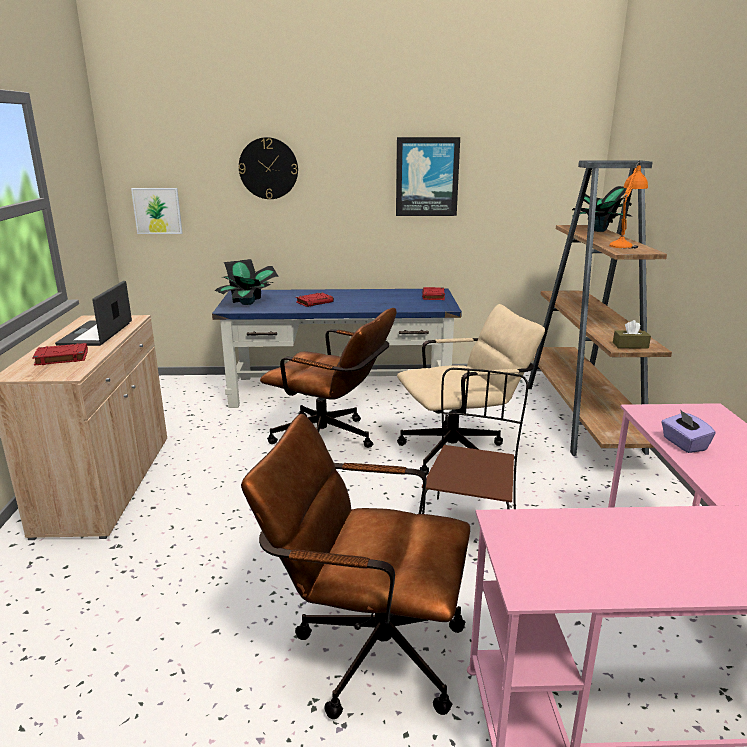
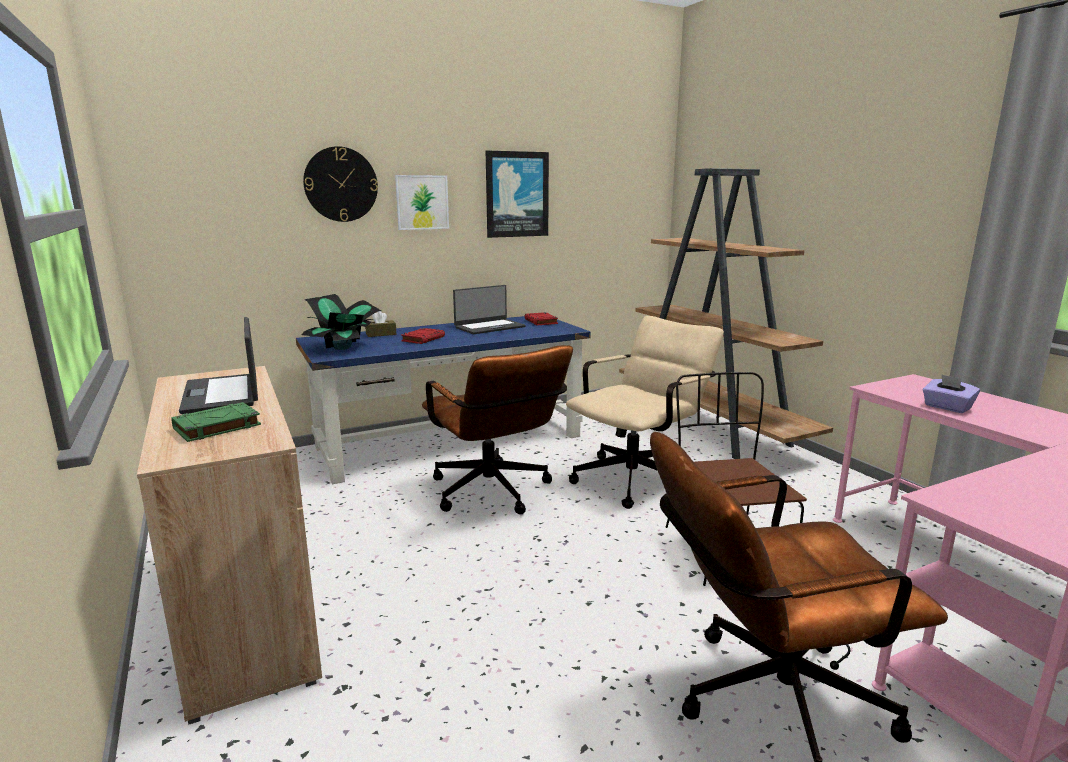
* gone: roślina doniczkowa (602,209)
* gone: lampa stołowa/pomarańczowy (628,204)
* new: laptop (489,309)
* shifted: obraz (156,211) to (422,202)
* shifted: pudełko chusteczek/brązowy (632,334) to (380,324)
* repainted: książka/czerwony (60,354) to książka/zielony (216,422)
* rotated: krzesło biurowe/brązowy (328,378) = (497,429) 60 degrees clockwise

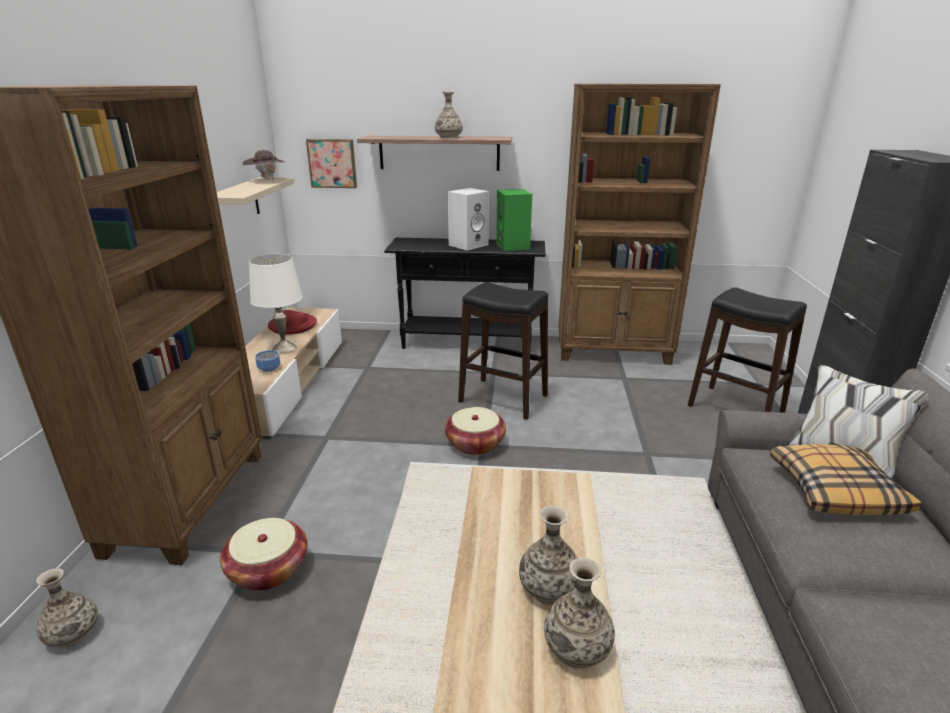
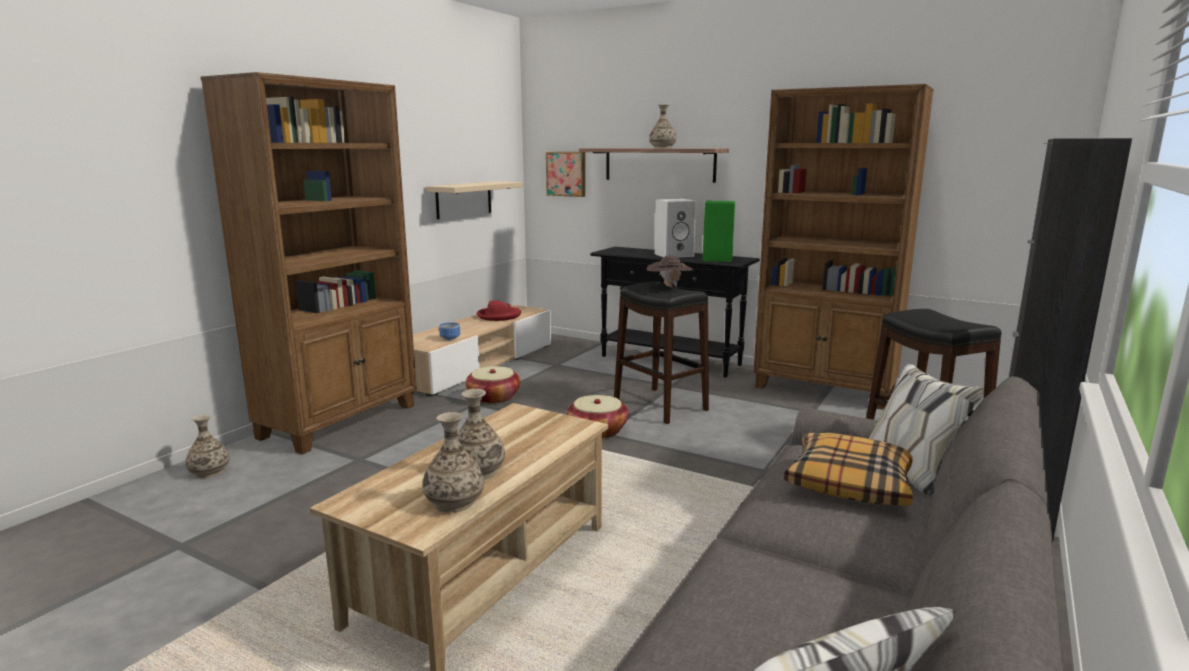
* gone: lampa stołowa/biały (276,303)
* shifted: koszyk (264,554) to (493,385)
* shifted: kapelusz/brązowy (263,165) to (670,271)

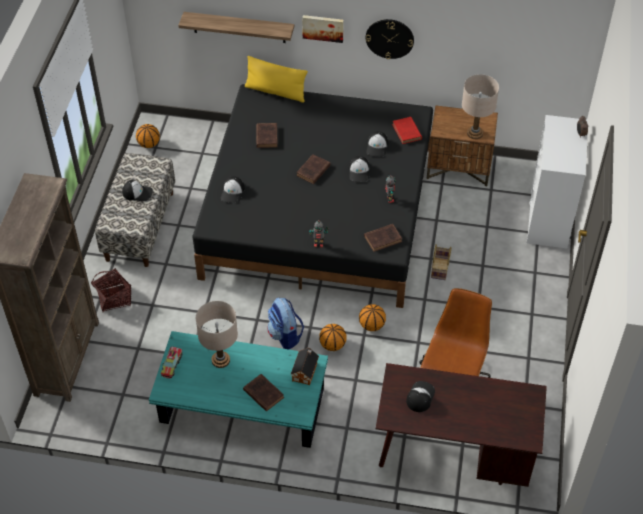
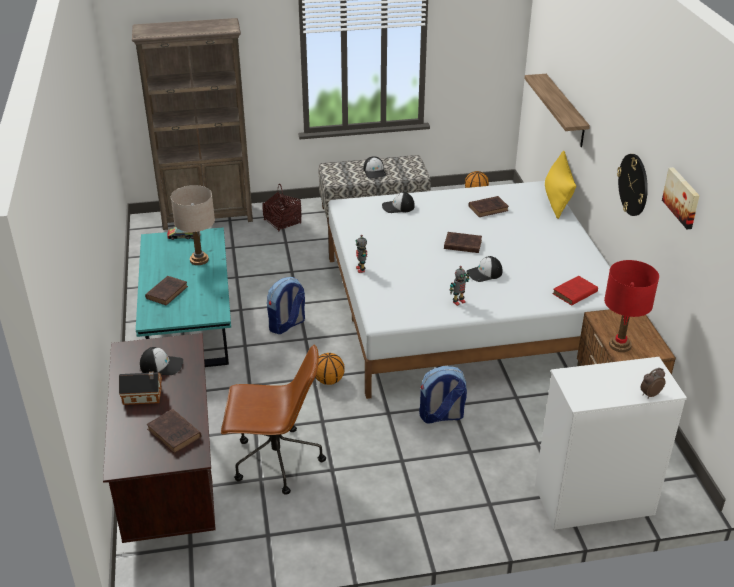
* gone: piłka do koszykówki (332,337)
* gone: czapka z daszkiem (377,144)
* shifted: domek (304,366) to (140,388)
* shifted: obraz (323,29) to (681,198)
* shifted: książka/brązowy (383,238) to (174,431)
* swapped: koszyk (441,262) to plecak (443,395)
* repainted: łóżko/czarny (313,196) to łóżko/biały (469,290)
* repainted: lampa stołowa/beżowy (480,106) to lampa stołowa/czerwony (631,306)

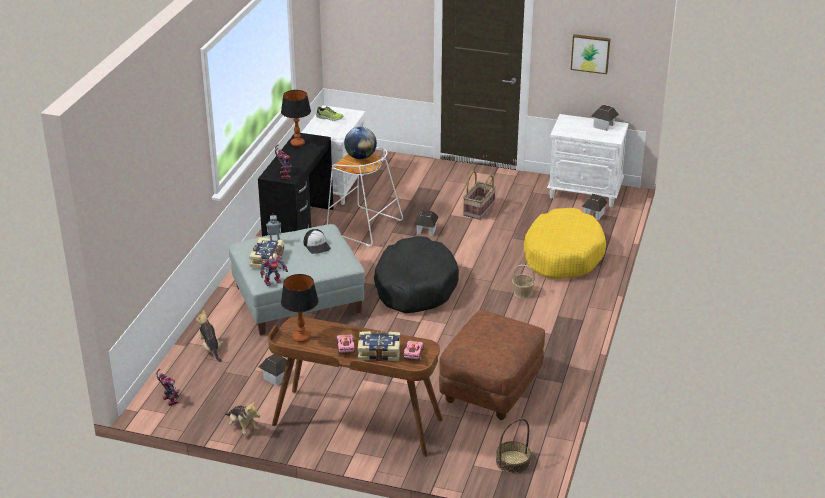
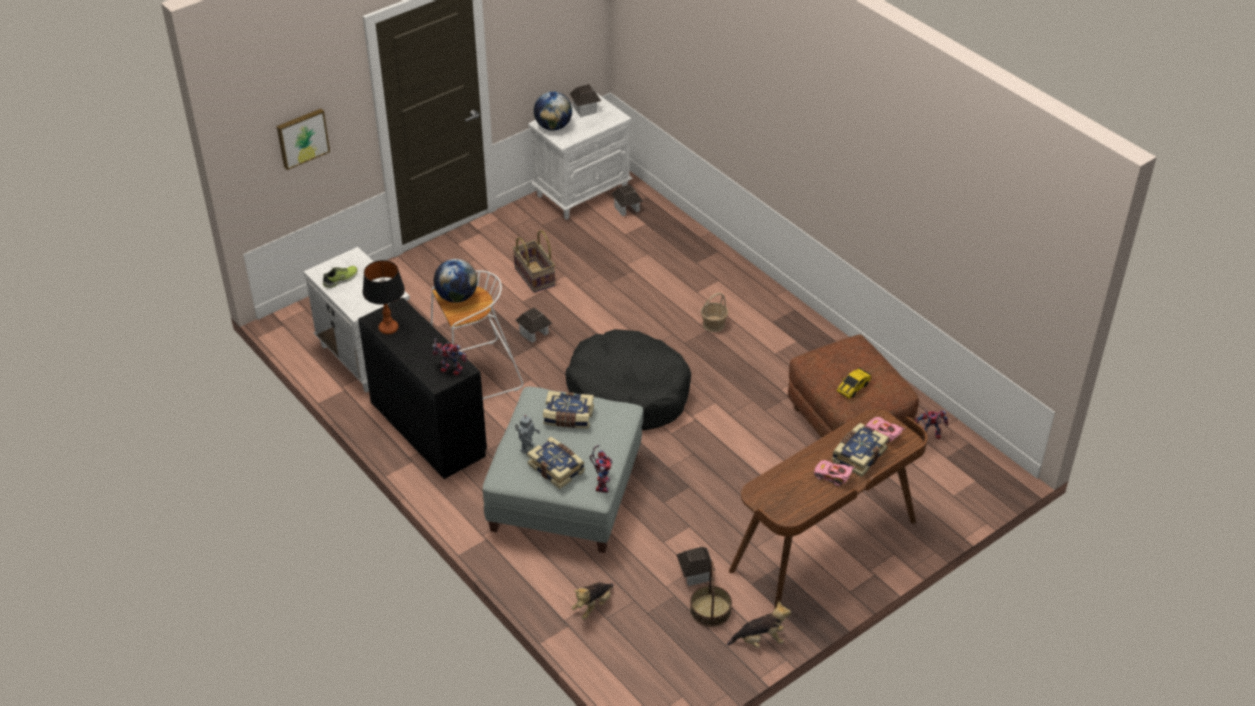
* gone: lampa stołowa (299,308)
* gone: legowisko/żółty (565,243)
* new: globus (553,111)
* new: samochodzik (854,383)
* shifted: robot zabawkowy (167,387) to (931,424)
* shifted: koszyk (513,446) to (711,594)
* shifted: obraz (590,54) to (303,139)
* swapped: czapka z daszkiem (317,241) to książka (568,410)
* rotated: pluszak (209,336) = (593,601) 60 degrees counterclockwise

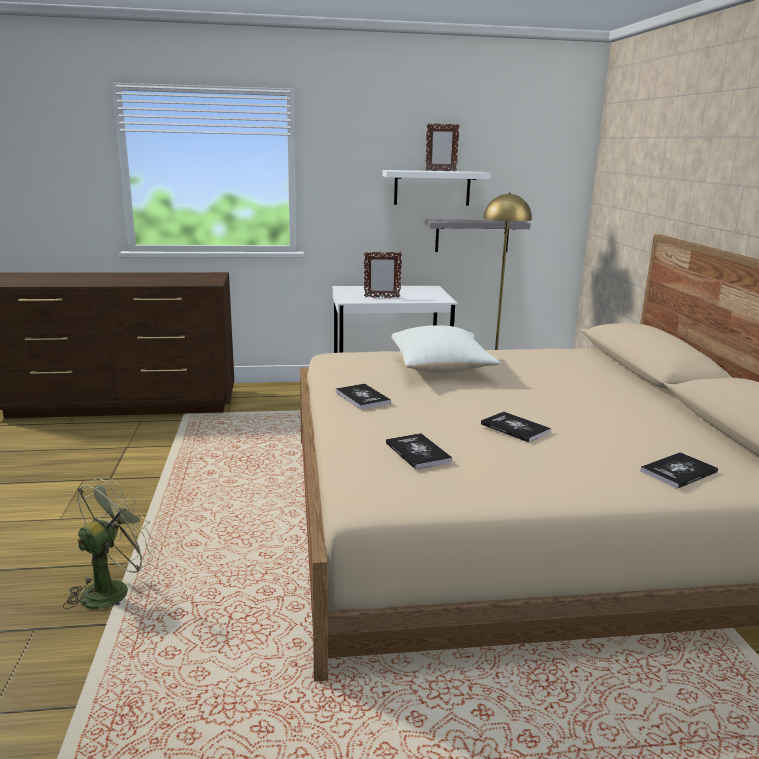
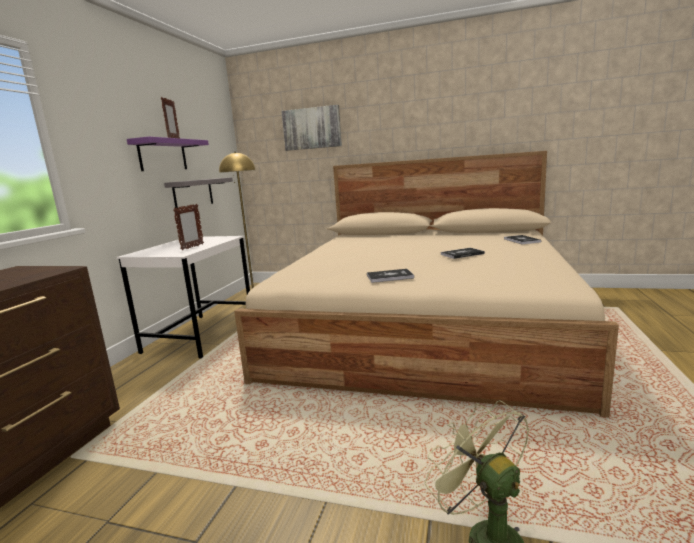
* gone: książka (419,451)
* gone: poduszka/biały (445,349)
* new: obraz (311,128)
* repainted: półka/biały (437,188) to półka/fioletowy (168,153)

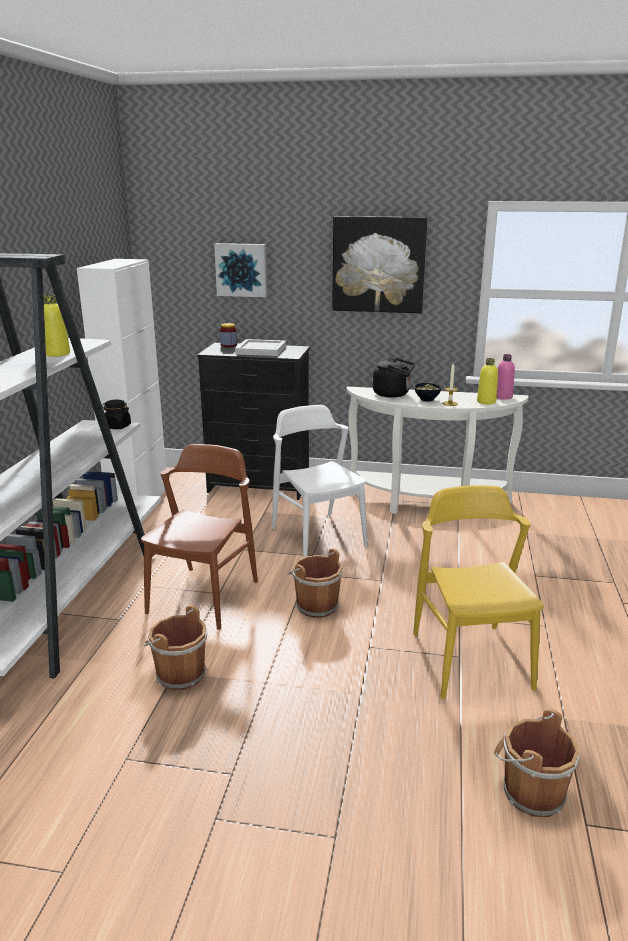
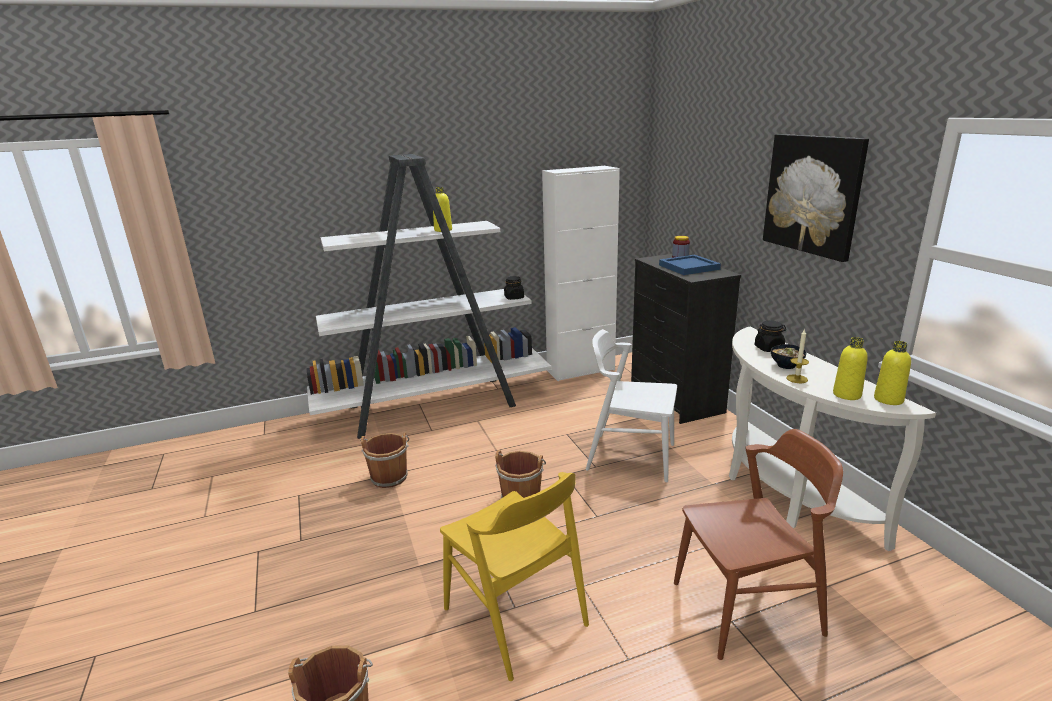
* gone: obraz (240,270)
* shifted: krzesło/brązowy (199,537) to (758,544)
* swapped: czajnik/czarny (394,377) to słoik/czarny (770,336)
* repainted: taca/biały (260,347) to taca/niebieski (690,265)
* repainted: butelka/różowy (506,377) to butelka/żółty (892,373)
* rotated: krzesło/biały (320,481) = (631,405) 105 degrees counterclockwise
* rotated: krzesło/żółty (478,592) = (514,576) 90 degrees clockwise

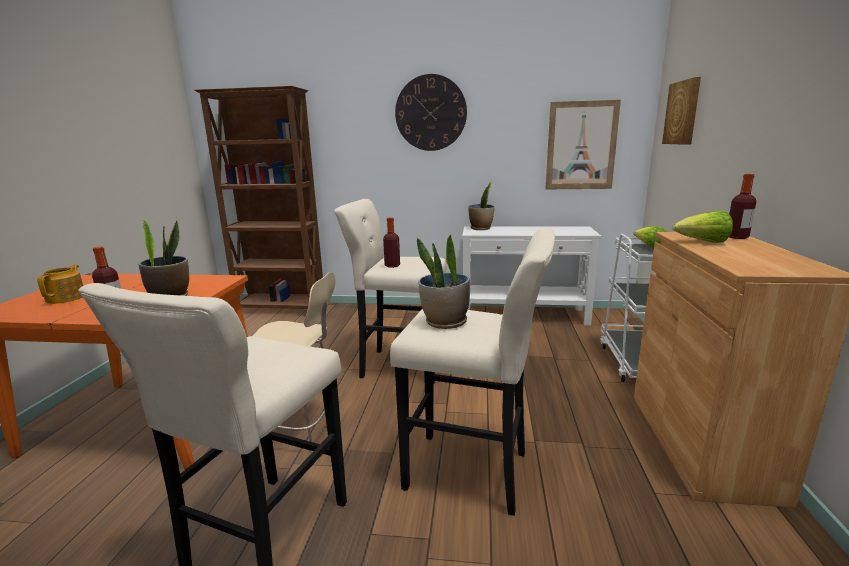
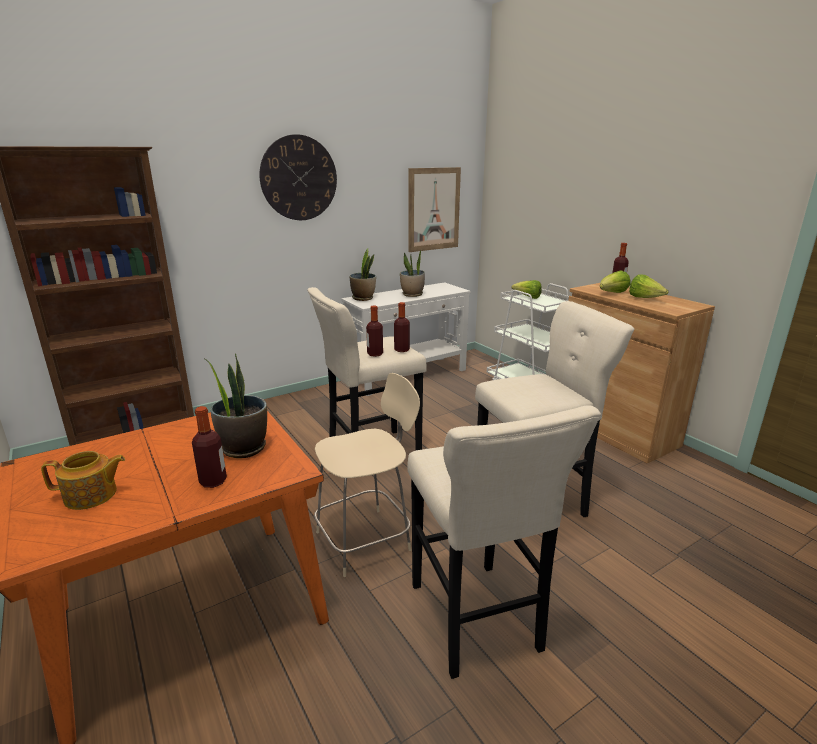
* gone: obraz (681,111)
* new: butelka (402,327)
* new: sałata (649,286)
* shifted: roślina doniczkowa (443,281) to (412,273)
* rotated: imbryk (60,284) = (83,480) 120 degrees clockwise

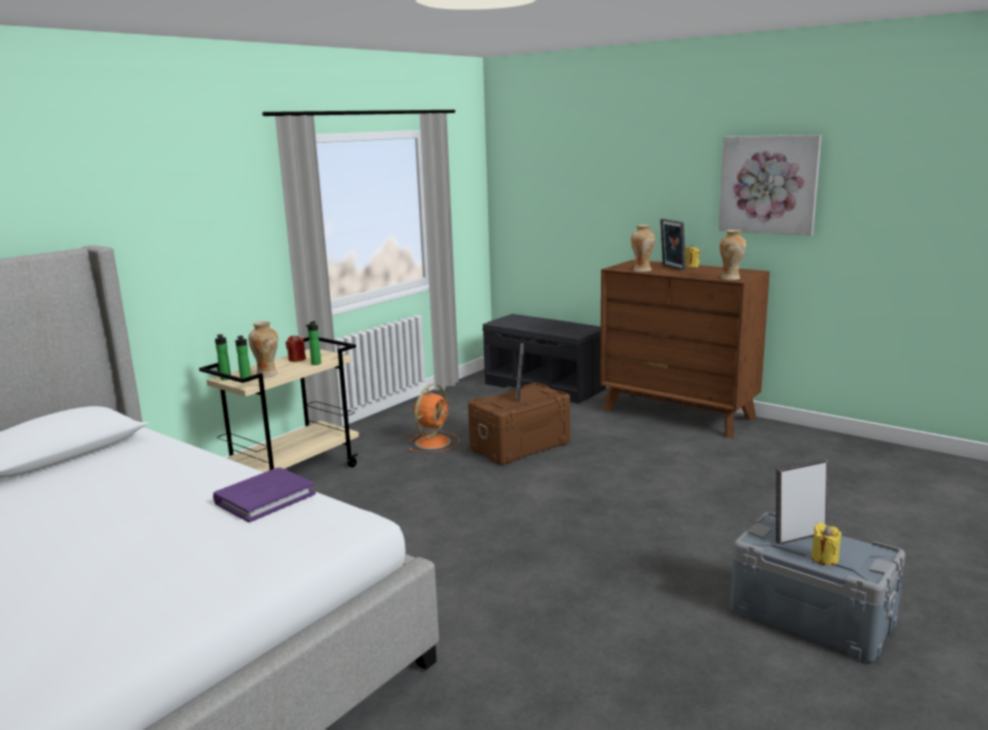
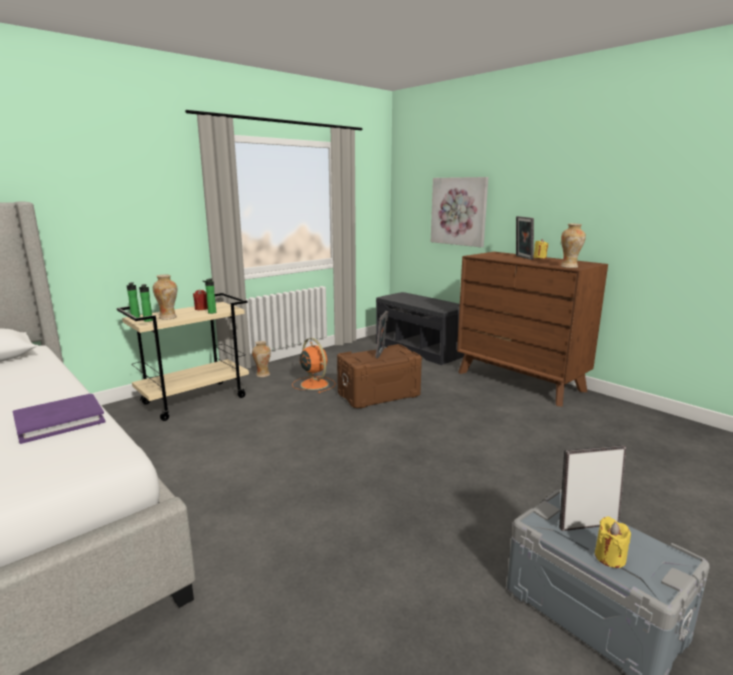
* shifted: wazon (643,248) to (261,359)
* shifted: obraz (770,185) to (459,212)
* rotated: wentylator/pomarańczowy (434,418) = (314,365) 75 degrees counterclockwise

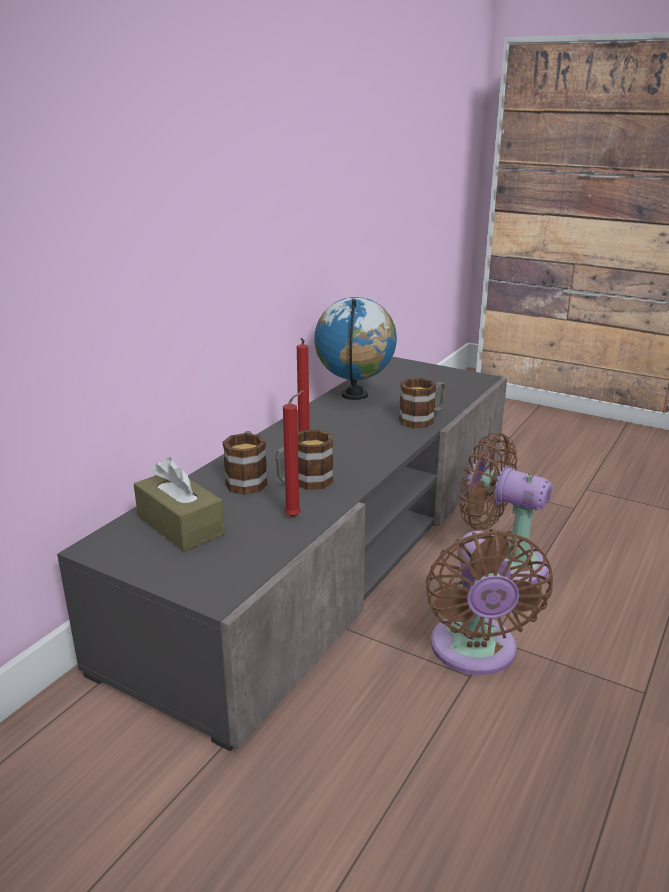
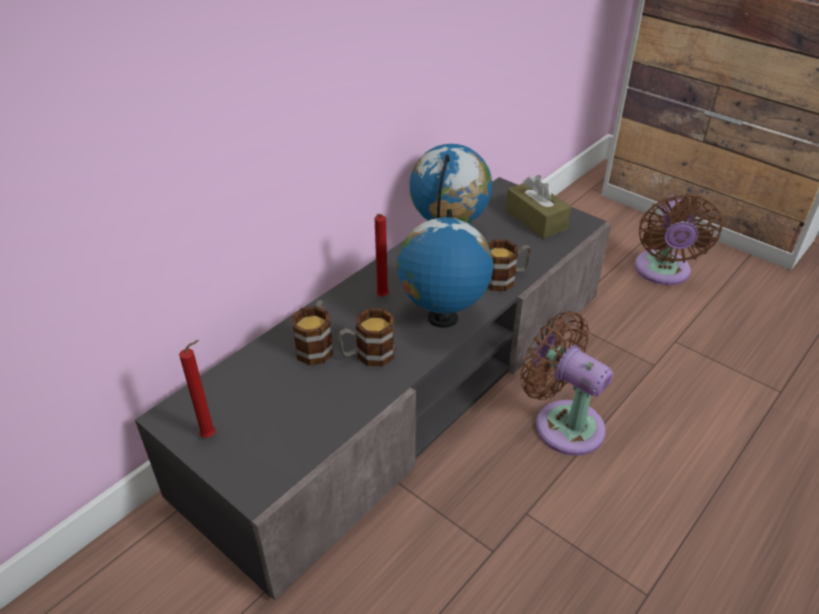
* new: globus (445,268)
* shifted: pudełko chusteczek/brązowy (179,504) to (538,207)
* shifted: świeca/czerwony (293,454) to (197,389)
* shifted: wentylator/brązowy (489,602) to (678,239)

